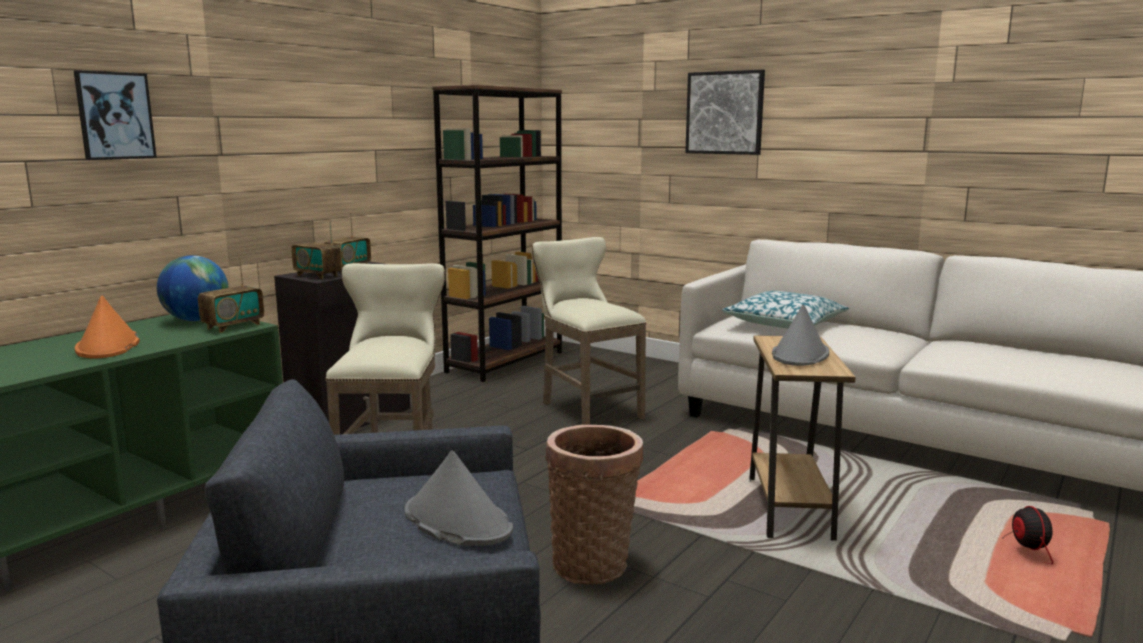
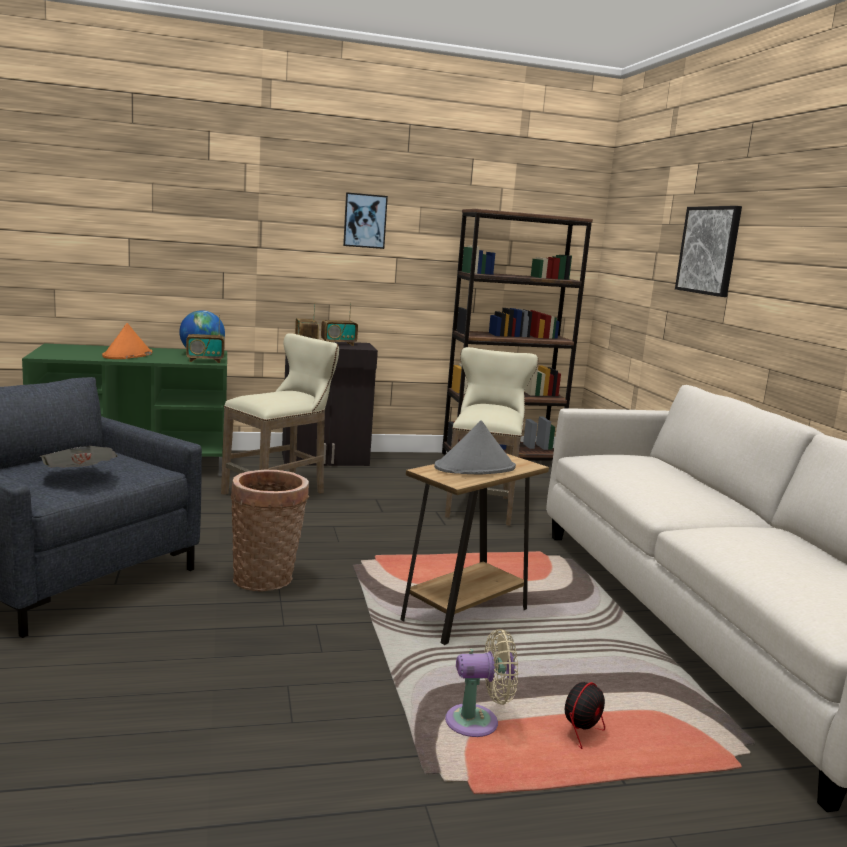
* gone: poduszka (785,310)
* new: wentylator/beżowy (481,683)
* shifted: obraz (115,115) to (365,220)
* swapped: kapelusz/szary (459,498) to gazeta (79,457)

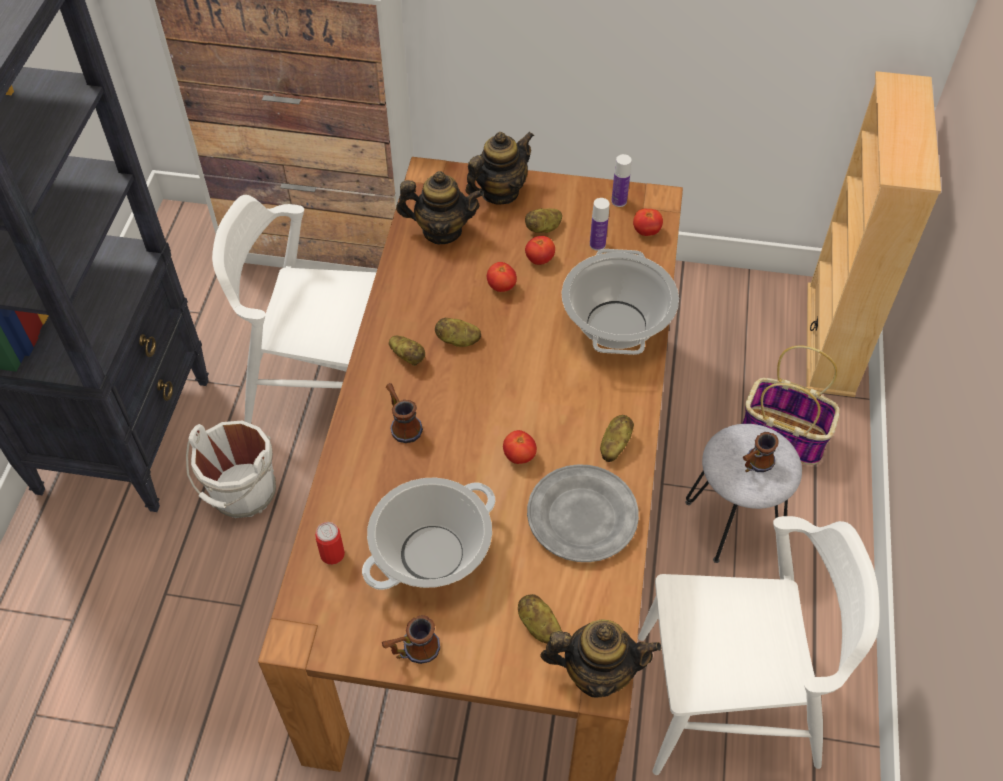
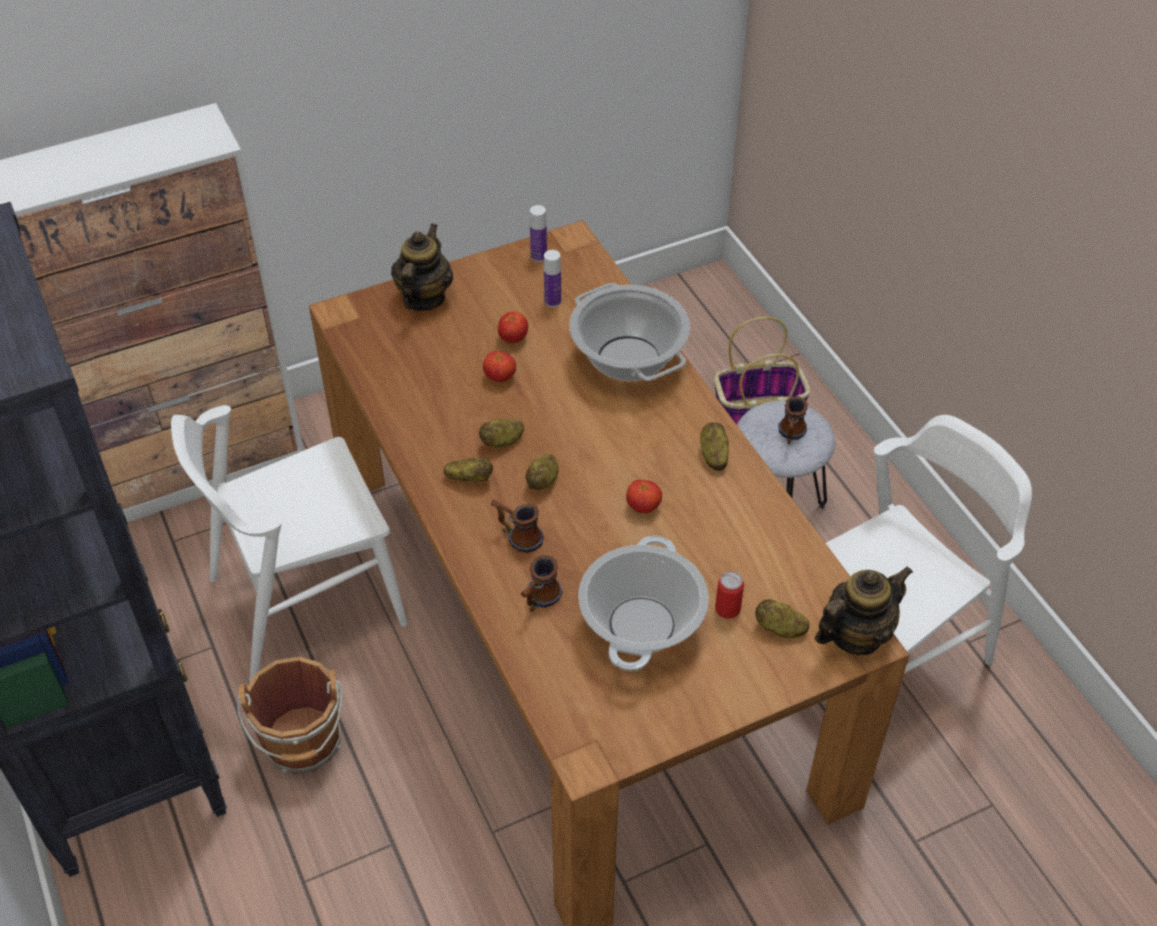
* gone: imbryk (440,207)
* gone: talerz/szary (583,513)
* gone: pomidor (648,222)
* gone: regał/beżowy (873,234)
* shifted: puszka (330,543) to (729,595)
* shifted: kubek (411,639) to (541,583)
* shifted: ziemniak (543,220) to (542,472)
* repainted: wiadro/biały (231,469) to wiadro/brązowy (290,715)

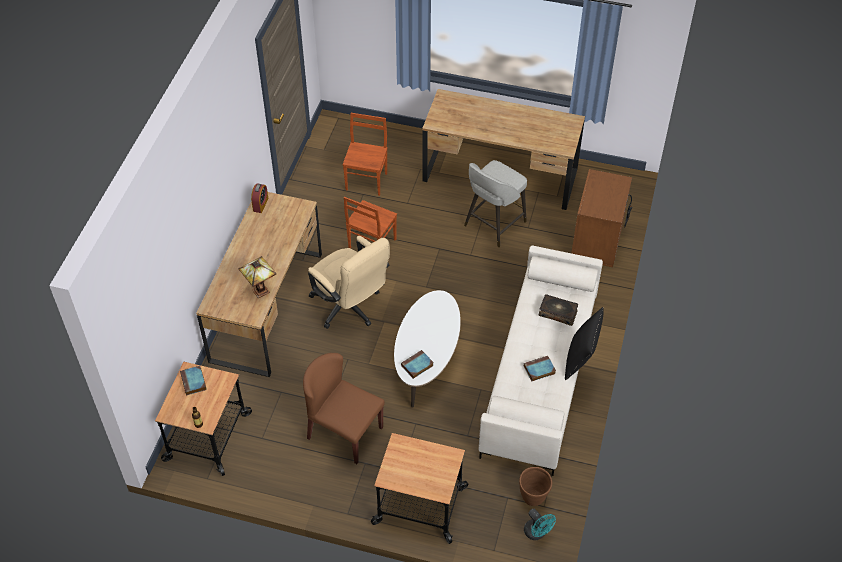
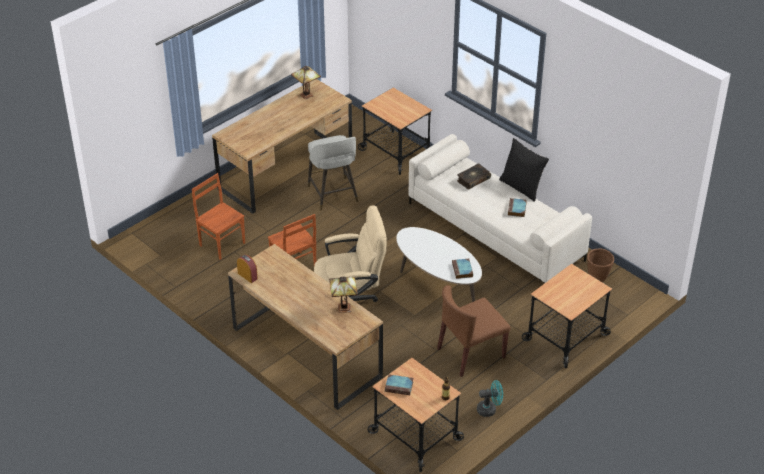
* new: lampa stołowa (306,82)
* shifted: wentylator/turkusowy (540,524) to (490,398)
* swapped: szafka nocna/brązowy (602,218) to wózek (395,131)

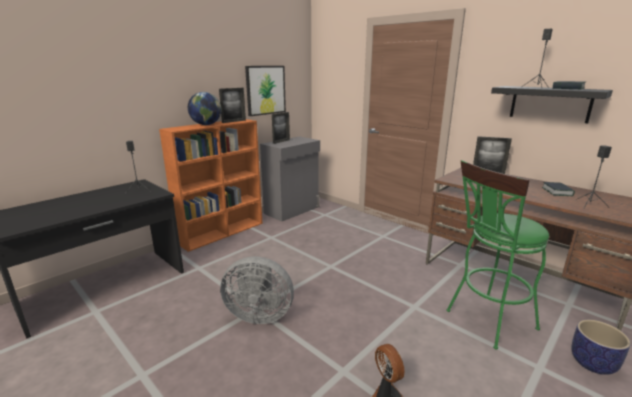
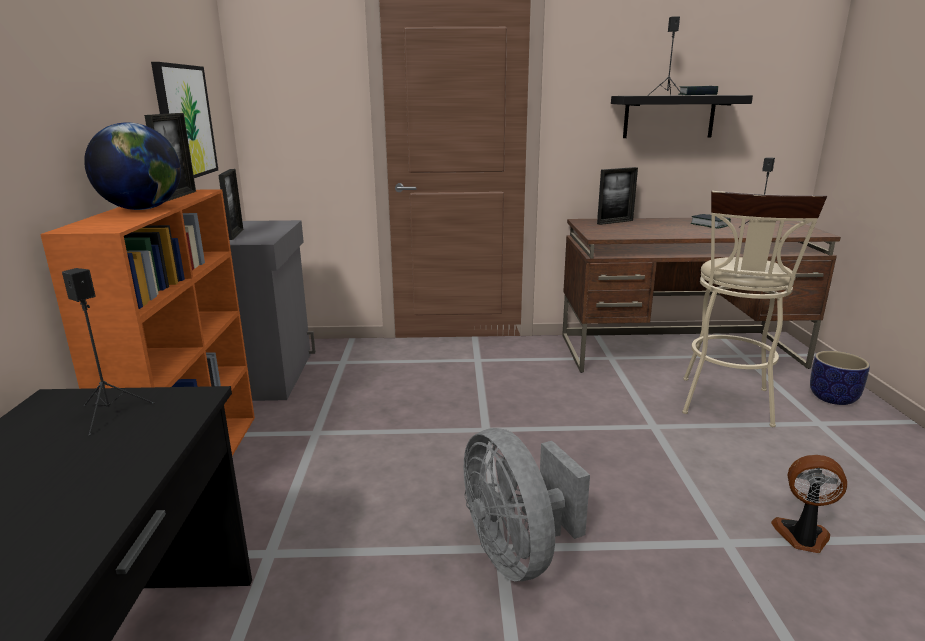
* repainted: stołek/zielony (497,255) to stołek/beżowy (754,309)
* rotated: wentylator/szary (257,290) = (527,504) 105 degrees clockwise

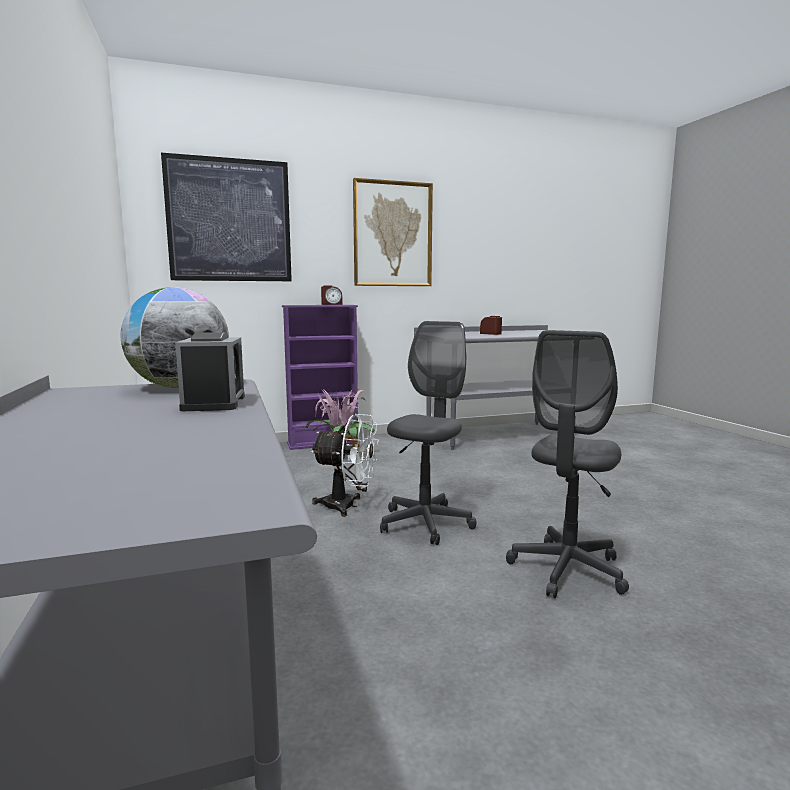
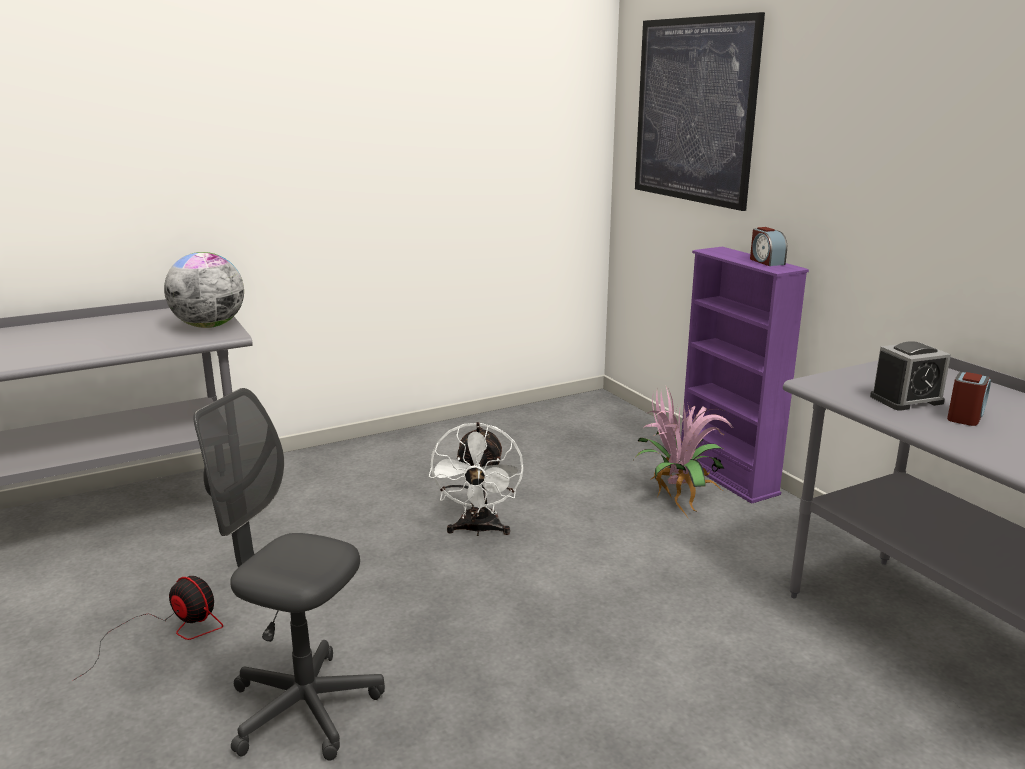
* gone: obraz (393,232)
* gone: krzesło biurowe/szary (428,433)
* new: wentylator (148,628)
* shifted: budzik (210,371) to (910,376)

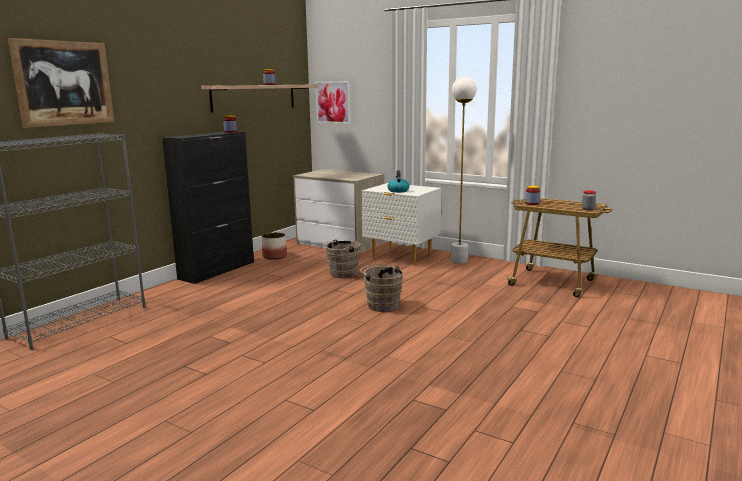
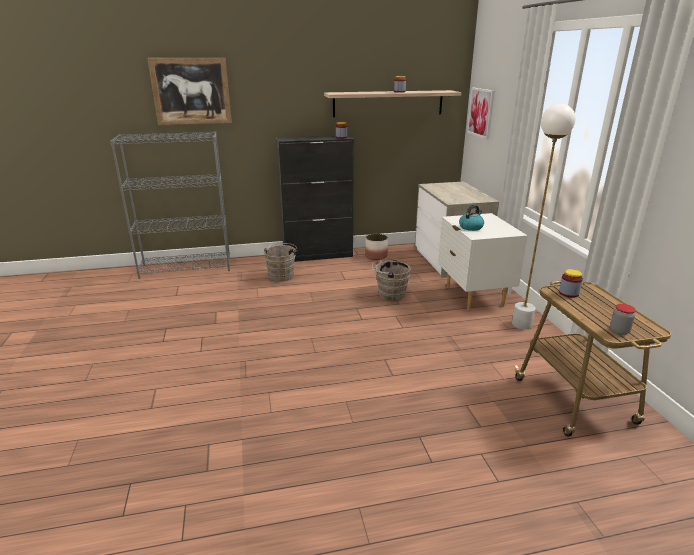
* shifted: wiadro/brązowy (381,288) to (281,262)

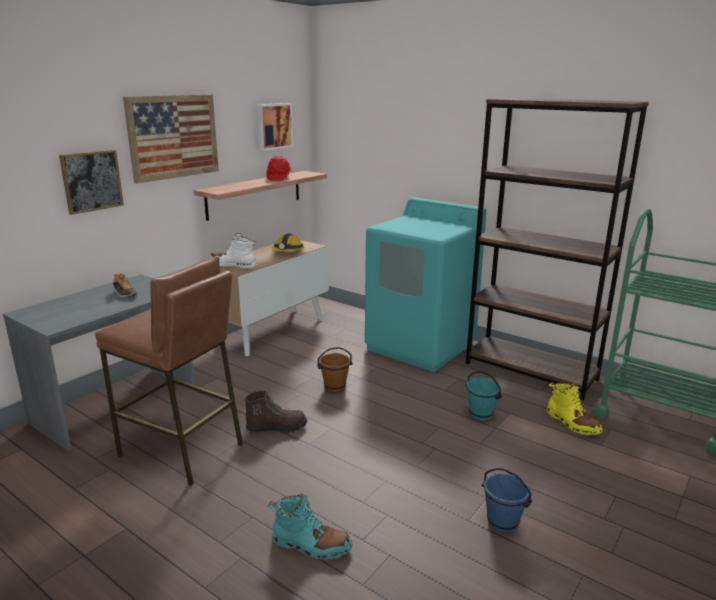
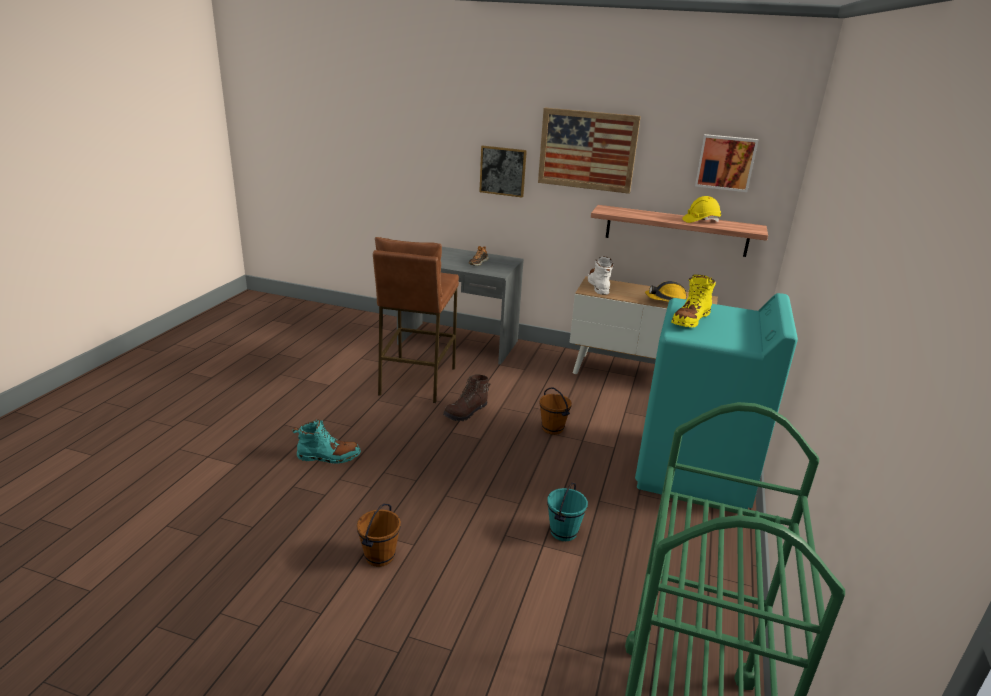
* gone: regał/brązowy (557,249)
* shifted: but z cholewką/żółty (575,408) to (693,301)
* repainted: kask/czerwony (279,168) to kask/żółty (701,209)
* repainted: wiadro/niebieski (507,500) to wiadro/brązowy (379,535)
* rotated: but z cholewką/brązowy (276,411) = (466,397) 75 degrees clockwise
* rotated: but z cholewką/turkusowy (310,527) = (327,441) 90 degrees counterclockwise

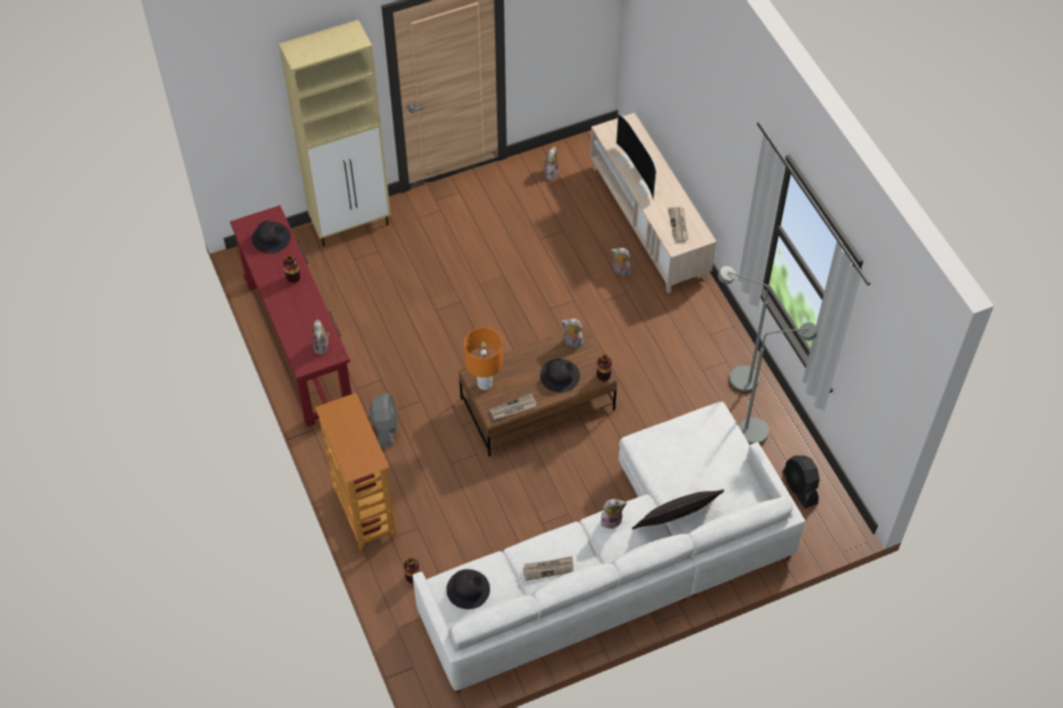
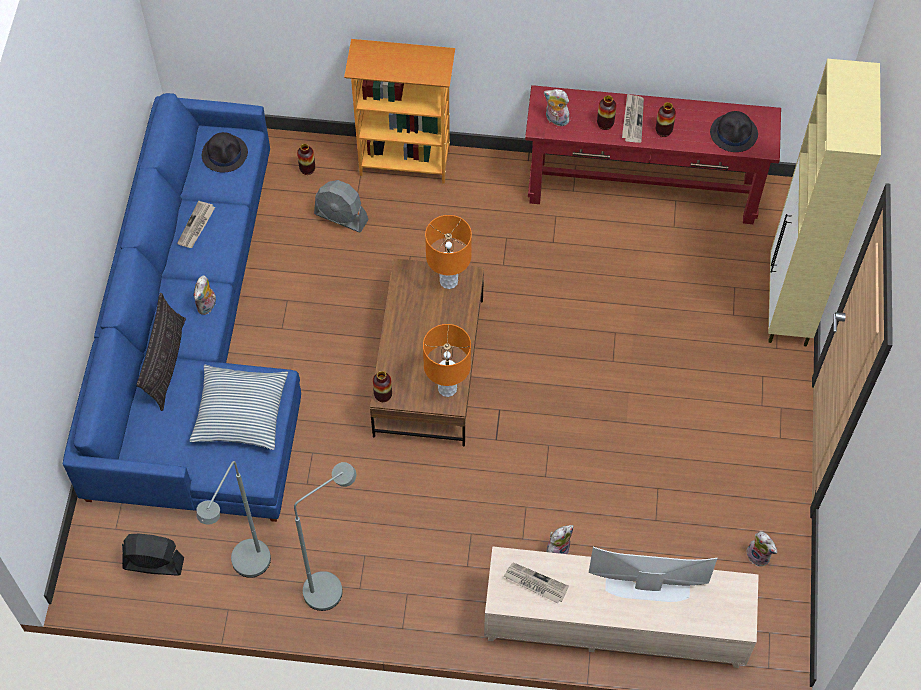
* gone: kapelusz/czarny (560,375)
* new: poduszka (238,407)
* new: wazon (606,112)
* shifted: wentylator/szary (384,420) to (341,206)
* shifted: gazeta (513,406) to (633,118)
* swapped: pluszak (572,333) to lampa stołowa/pomarańczowy (447,360)
* repainted: kanapa/biały (609,547) to kanapa/niebieski (182,307)

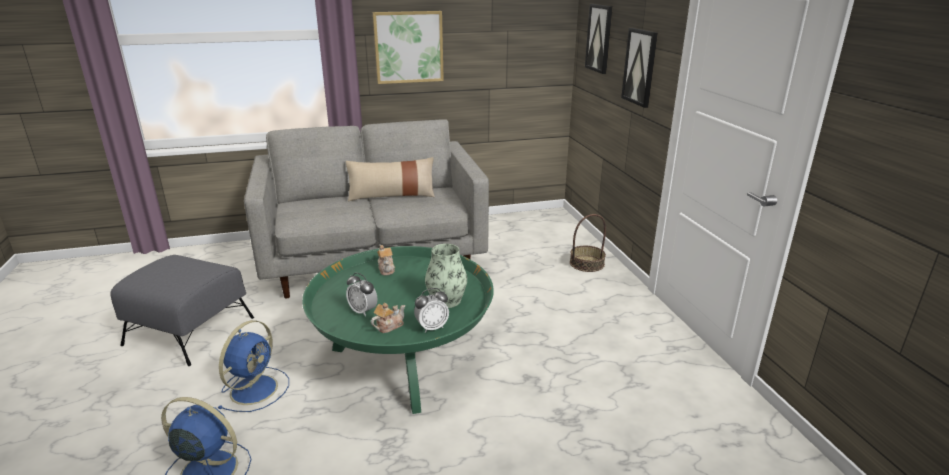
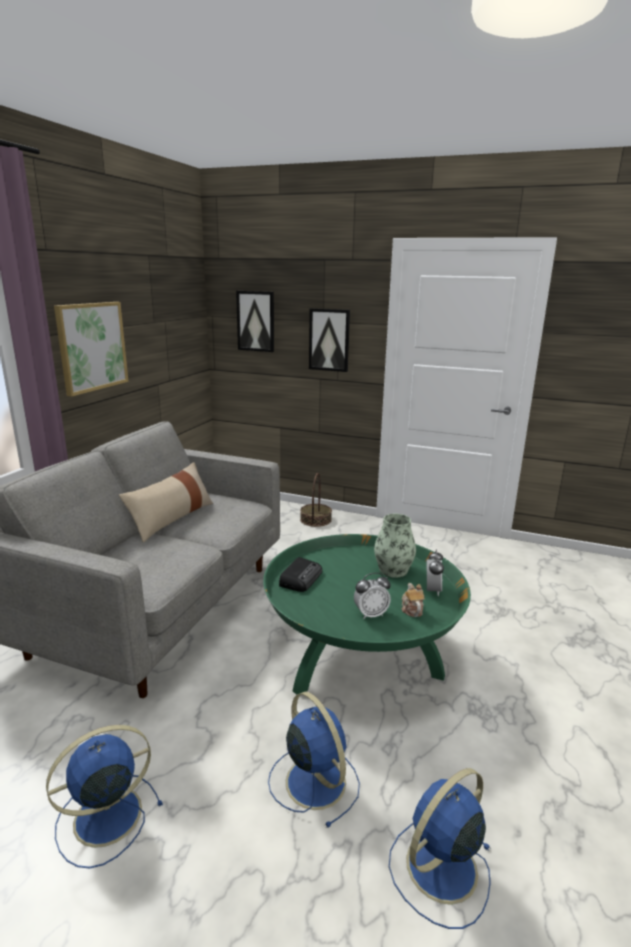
* swapped: pufa/szary (182,310) to wentylator/niebieski (104,796)
* swapped: imbryk (386,260) to radio (300,574)

